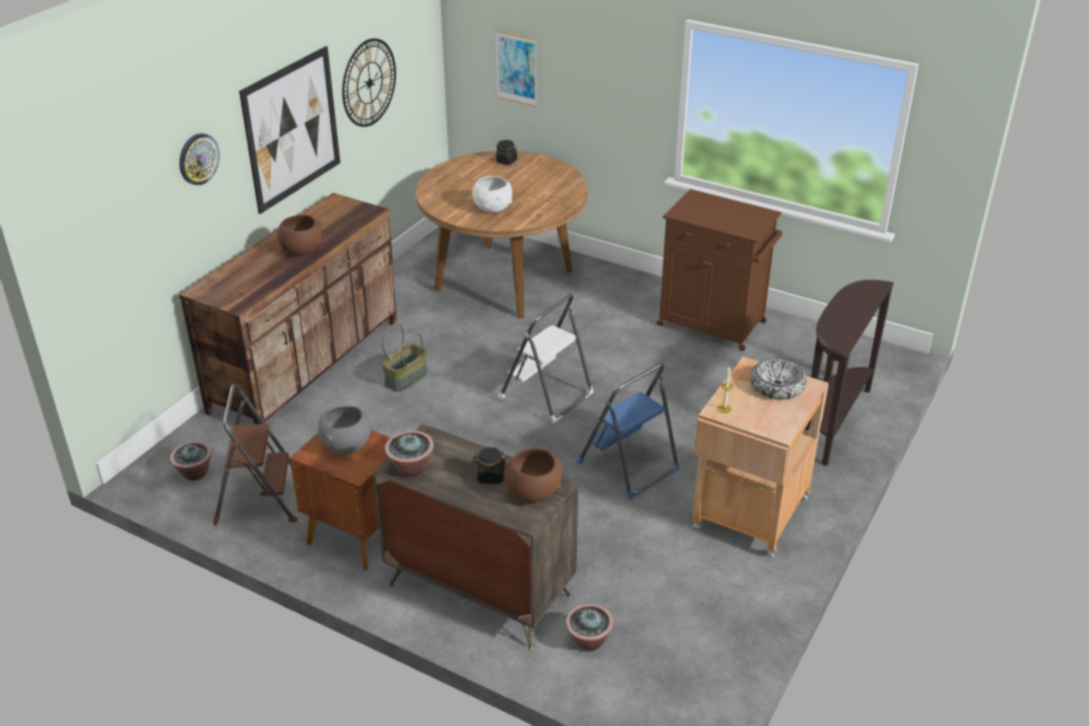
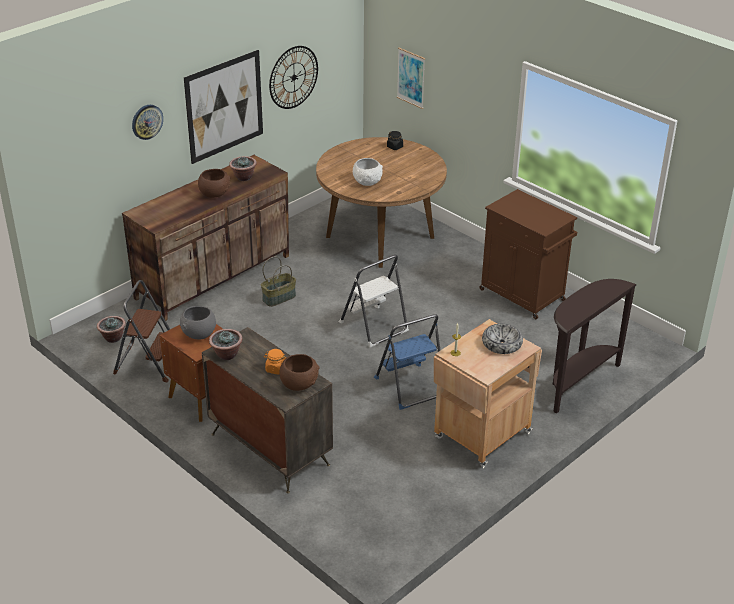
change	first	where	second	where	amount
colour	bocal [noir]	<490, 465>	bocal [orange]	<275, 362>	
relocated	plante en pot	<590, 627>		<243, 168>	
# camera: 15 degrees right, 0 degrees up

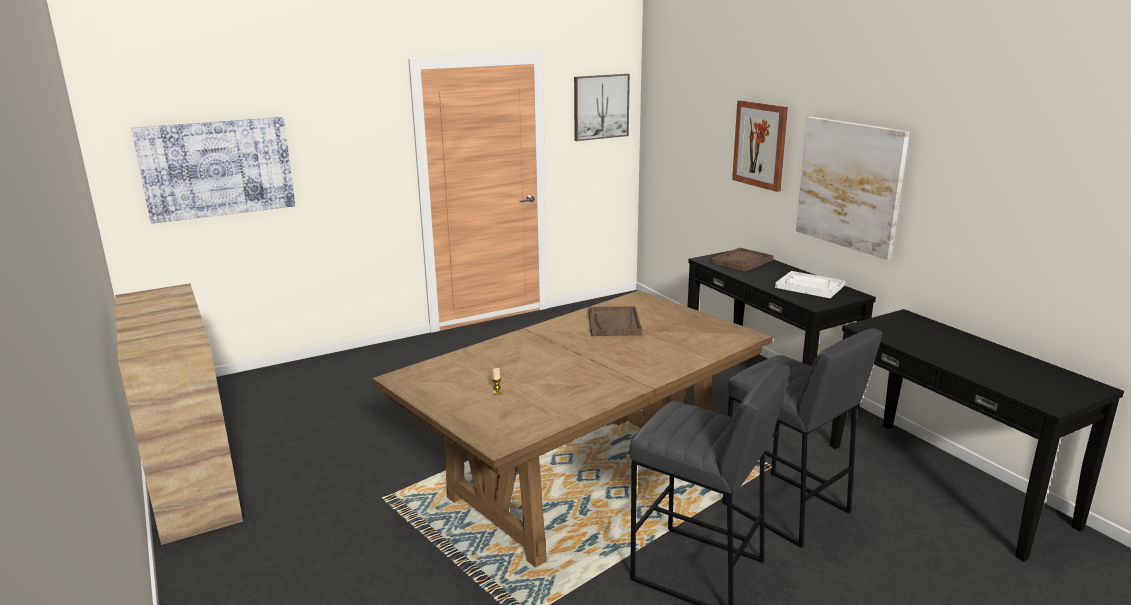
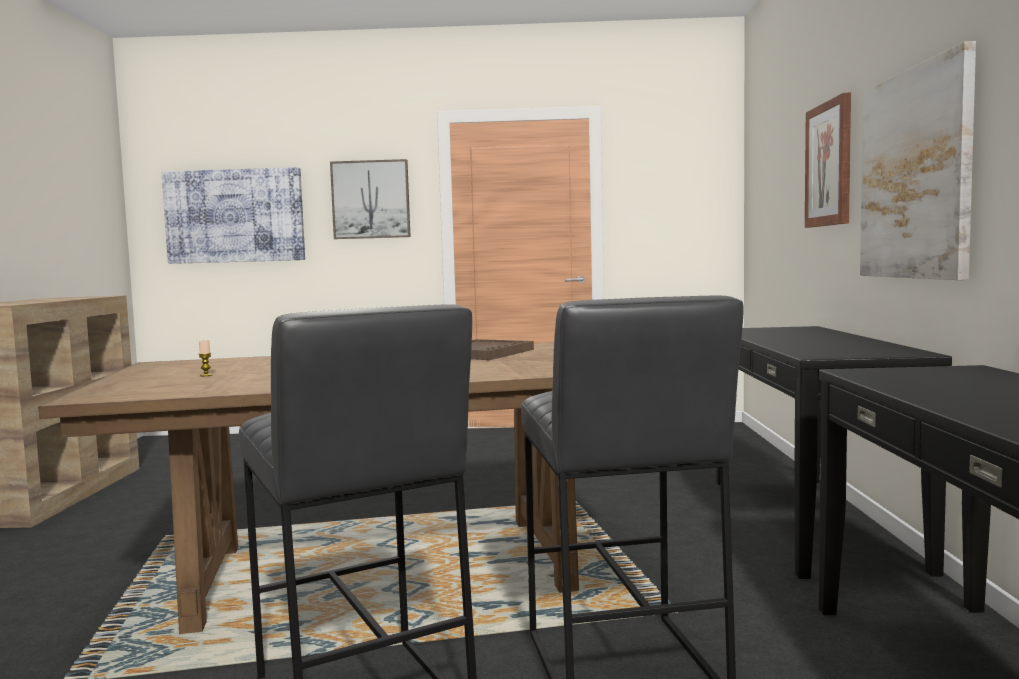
change	first	where	second	where	amount
relocated	tableau	<602, 107>		<370, 199>	
missing	plateau [marron]	<742, 260>			
missing	plateau [blanc]	<810, 284>			
# camera: 30 degrees right, 15 degrees down

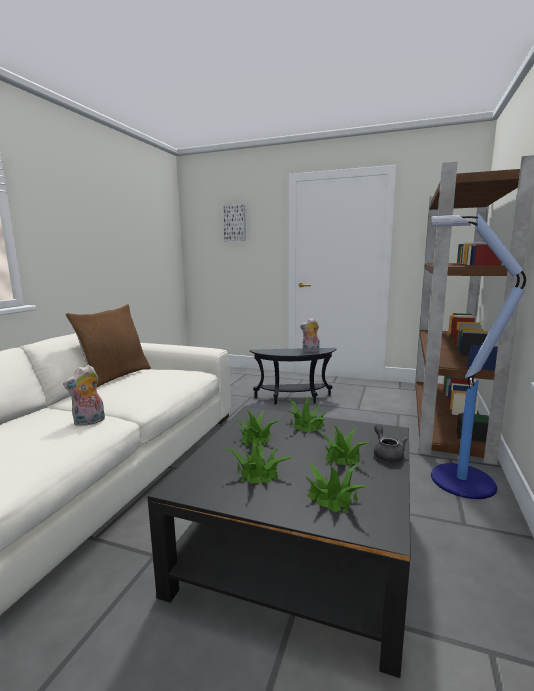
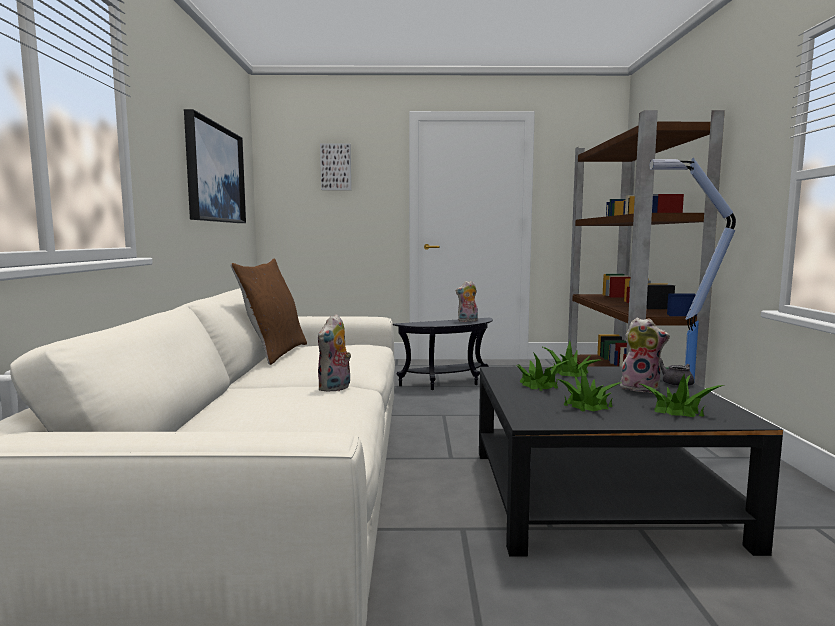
change	first	where	second	where	amount
exchanged	plante en pot	<346, 446>	peluche	<645, 355>	
appeared			tableau	<215, 166>	
# camera: 20 degrees left, 5 degrees down

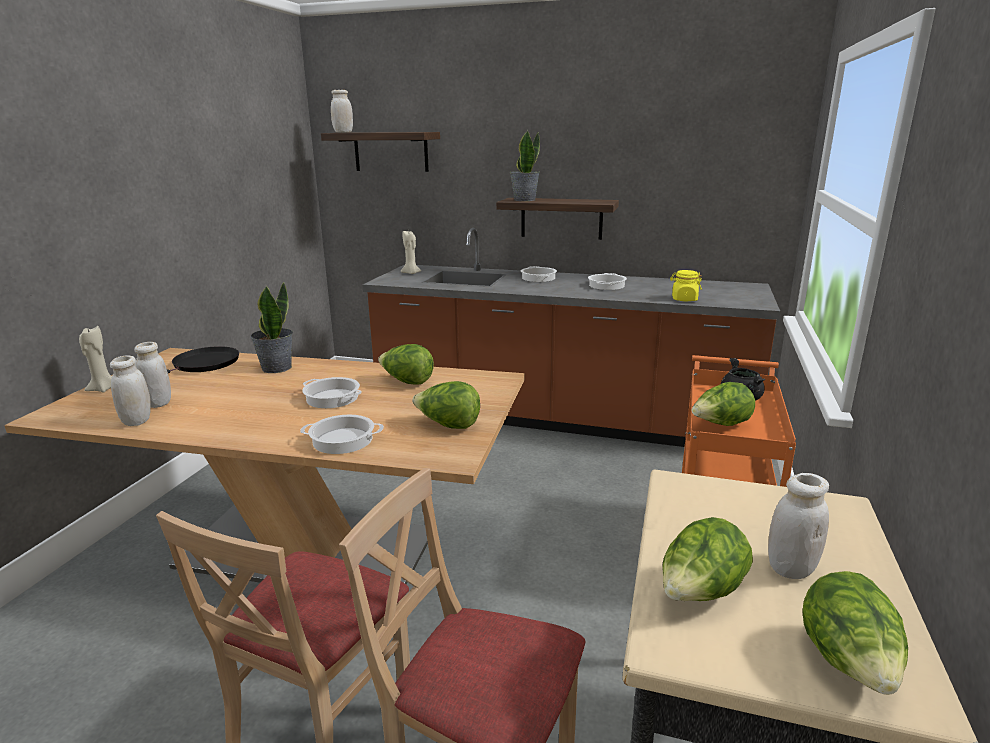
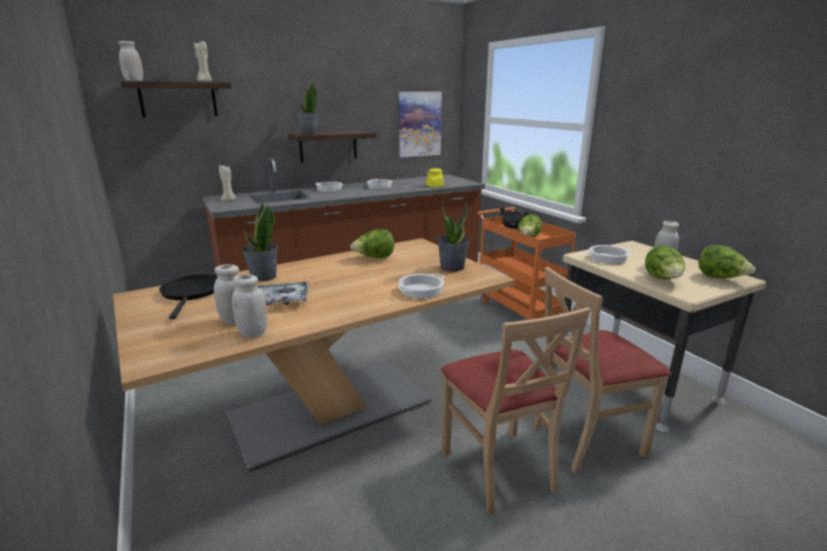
change	first	where	second	where	amount
relocated	bougie [beige]	<95, 359>		<203, 62>	
relocated	marmite	<332, 392>		<609, 254>	
exchanged	laitue	<446, 405>	plante en pot	<453, 235>	
appeared			plateau	<283, 293>	
appeared			tableau	<420, 124>	
# camera: 45 degrees left, 0 degrees up

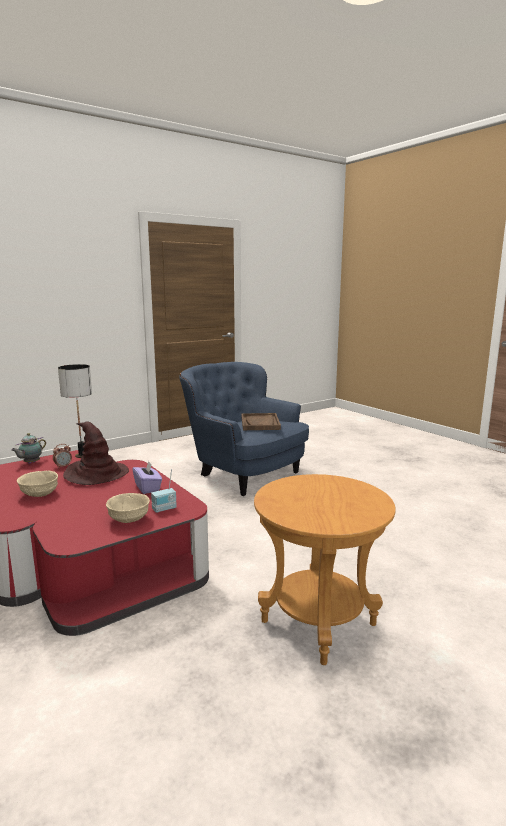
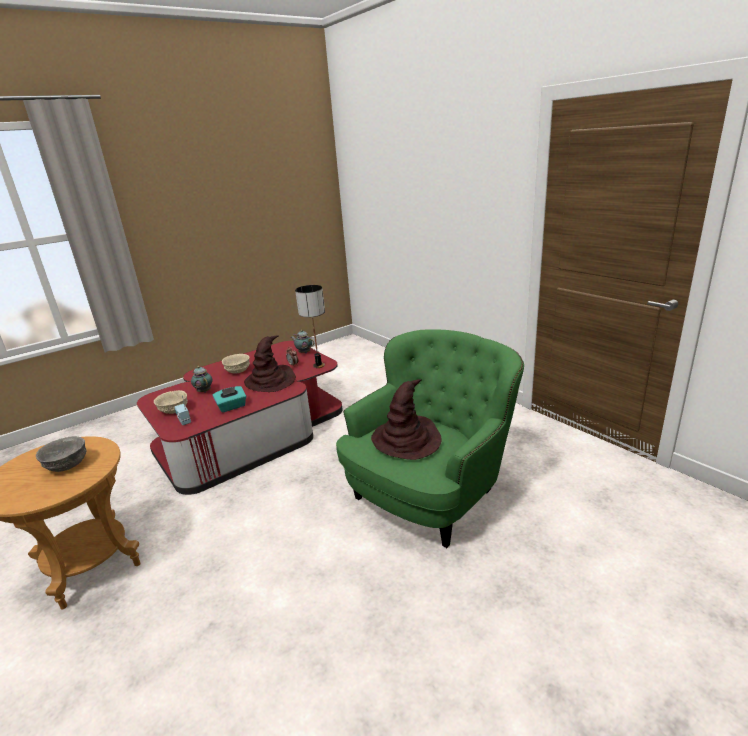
change	first	where	second	where	amount
colour	boîte à mouchoirs [violet]	<147, 477>	boîte à mouchoirs [turquoise]	<229, 399>	
colour	fauteuil [bleu]	<244, 429>	fauteuil [vert]	<430, 439>	
exchanged	plateau [marron]	<261, 421>	chapeau [marron]	<406, 419>	
appeared			bol [gris]	<61, 454>	
appeared			théière	<201, 379>	
# camera: 90 degrees right, 10 degrees up

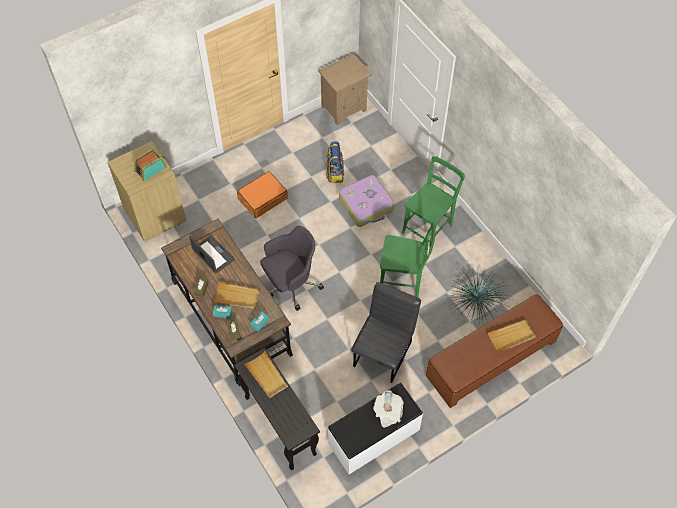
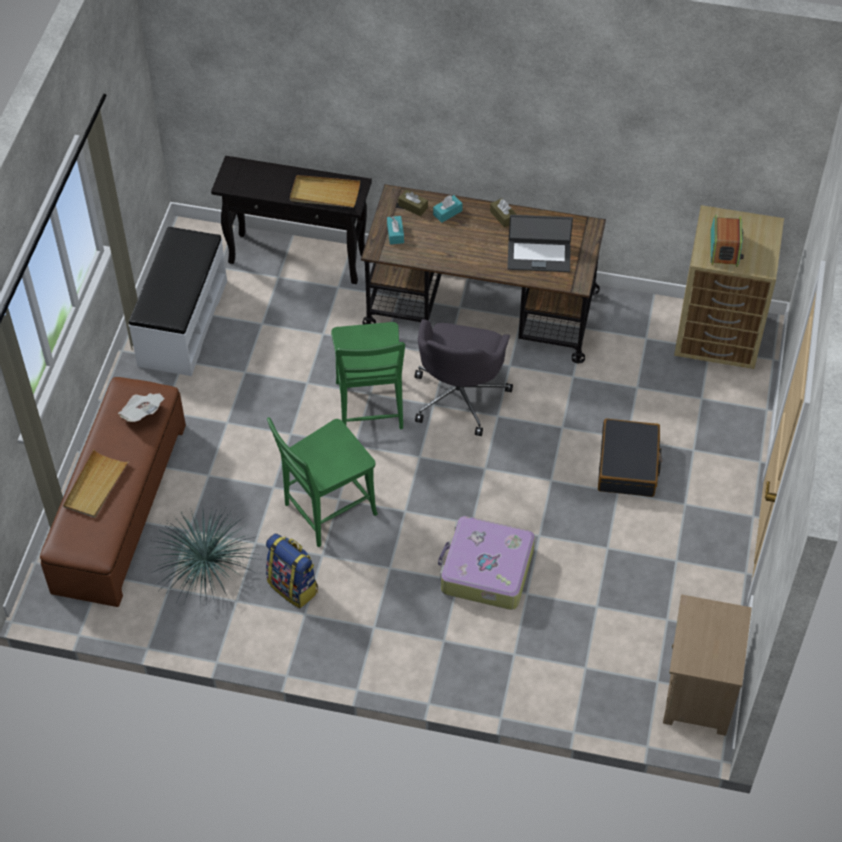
change	first	where	second	where	amount
missing	plateau [beige]	<237, 295>			
colour	valise [orange]	<262, 194>	valise [noir]	<630, 458>	
relocated	sac à dos	<335, 162>		<292, 571>	
missing	chaise [gris]	<386, 332>			
relocated	journal	<388, 409>		<141, 407>	
relocated	chaise [vert]	<433, 203>		<368, 375>	
# camera: 135 degrees right, 5 degrees down

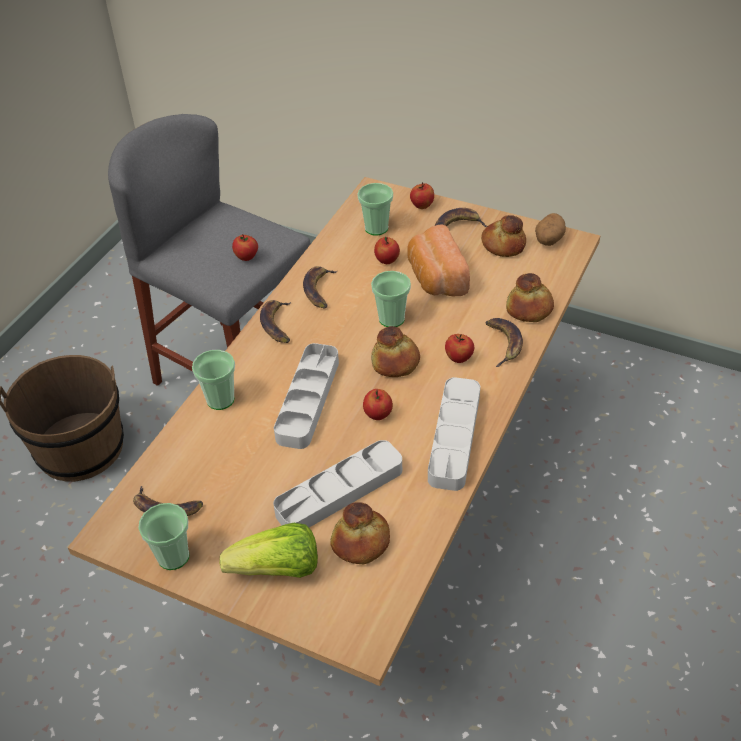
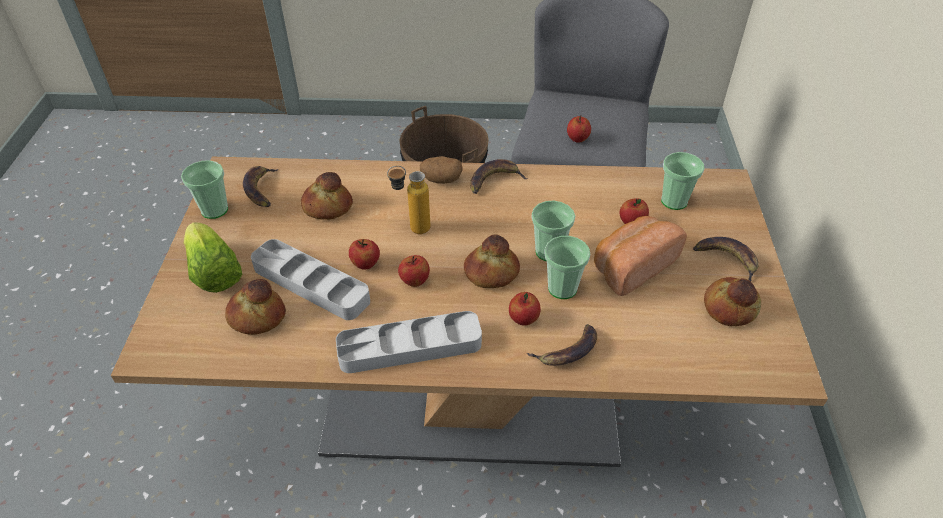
change	first	where	second	where	amount
relocated	tasse	<213, 380>		<567, 267>	
exchanged	plateau [gris]	<306, 396>	bouteille	<409, 199>	
missing	banane	<320, 287>			
relocated	pomme	<422, 195>		<364, 254>	
relocated	pain	<530, 297>		<327, 196>	
relocated	pomme de terre	<550, 229>		<441, 170>	
# camera: 65 degrees right, 0 degrees up

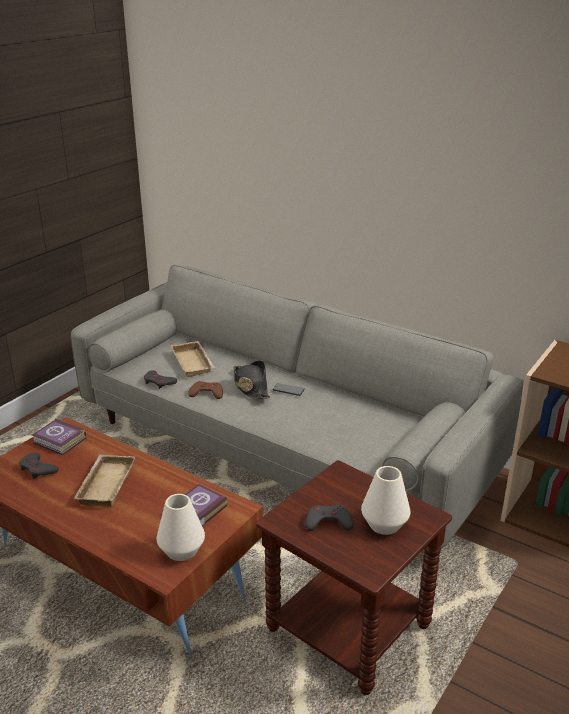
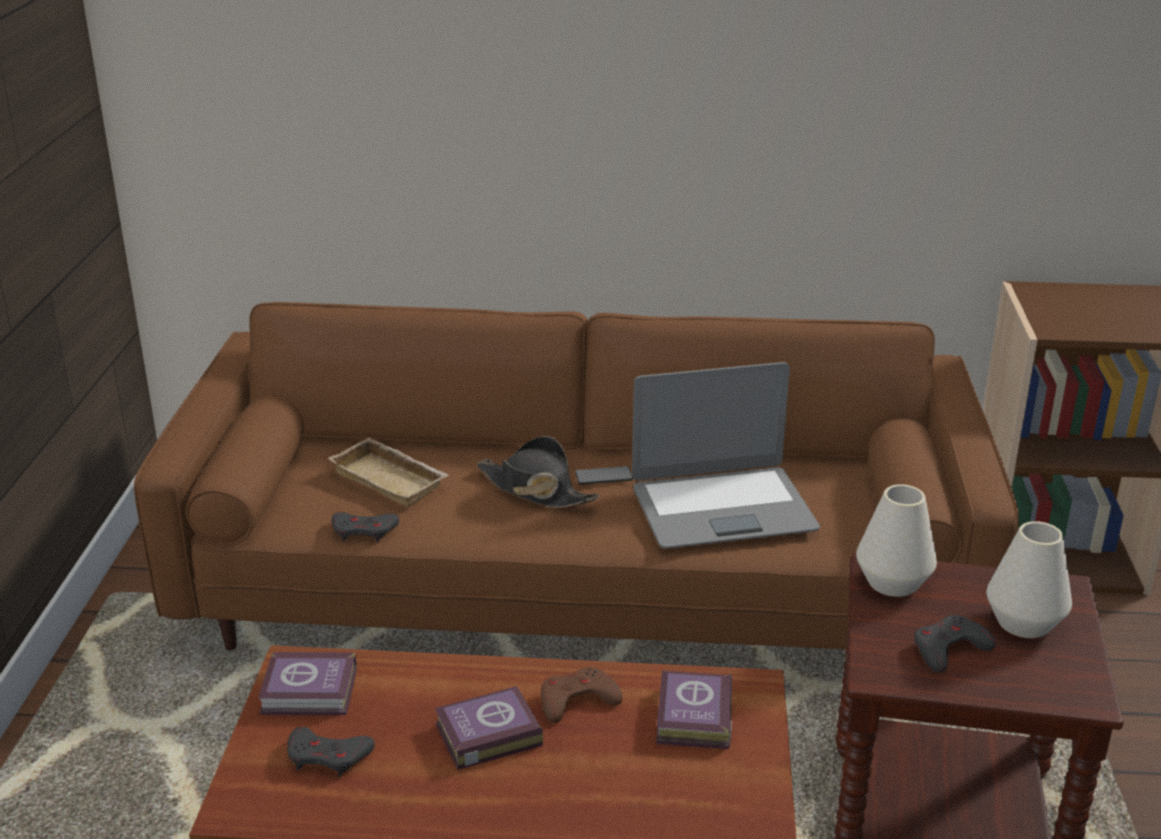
change	first	where	second	where	amount
colour	canapé [gris]	<297, 407>	canapé [marron]	<576, 476>	
exchanged	plateau [beige]	<104, 481>	livre	<489, 728>	
relocated	vase [blanc]	<181, 527>		<896, 540>	
relocated	manette [marron]	<205, 390>		<582, 695>	
appeared			ordinateur portable	<726, 455>	
# camera: 30 degrees left, 0 degrees up

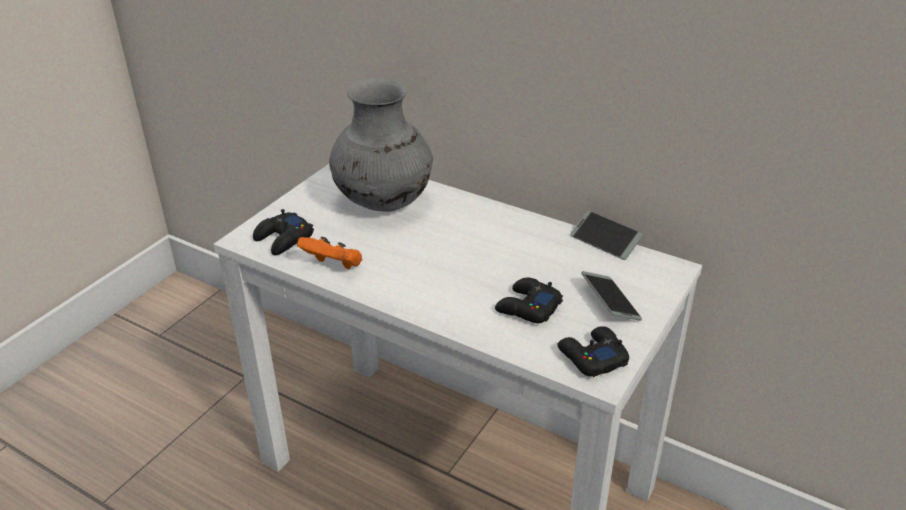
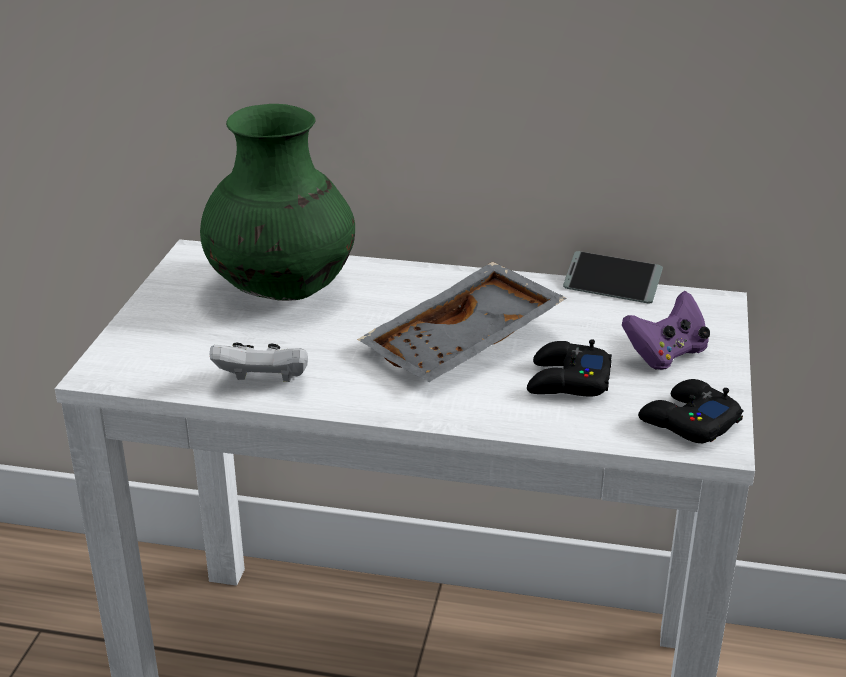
change	first	where	second	where	amount
missing	manette [noir]	<283, 232>			
colour	manette [orange]	<329, 253>	manette [blanc]	<259, 362>	
colour	vase [gris]	<381, 145>	vase [vert]	<277, 202>	
exchanged	téléphone	<611, 296>	manette [violet]	<666, 330>	
appeared			plateau [gris]	<462, 322>	
# camera: 20 degrees left, 5 degrees down

